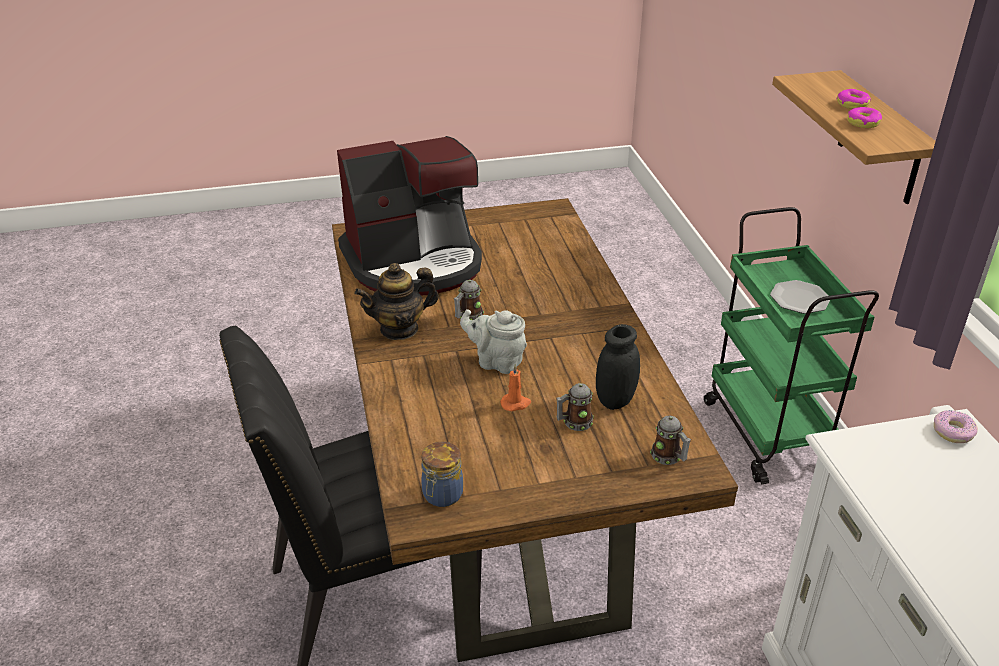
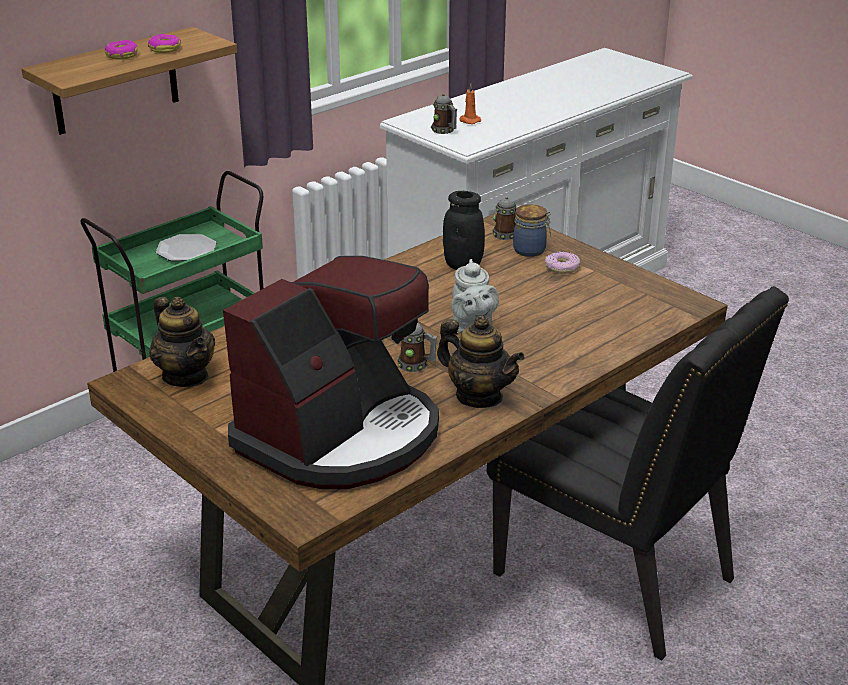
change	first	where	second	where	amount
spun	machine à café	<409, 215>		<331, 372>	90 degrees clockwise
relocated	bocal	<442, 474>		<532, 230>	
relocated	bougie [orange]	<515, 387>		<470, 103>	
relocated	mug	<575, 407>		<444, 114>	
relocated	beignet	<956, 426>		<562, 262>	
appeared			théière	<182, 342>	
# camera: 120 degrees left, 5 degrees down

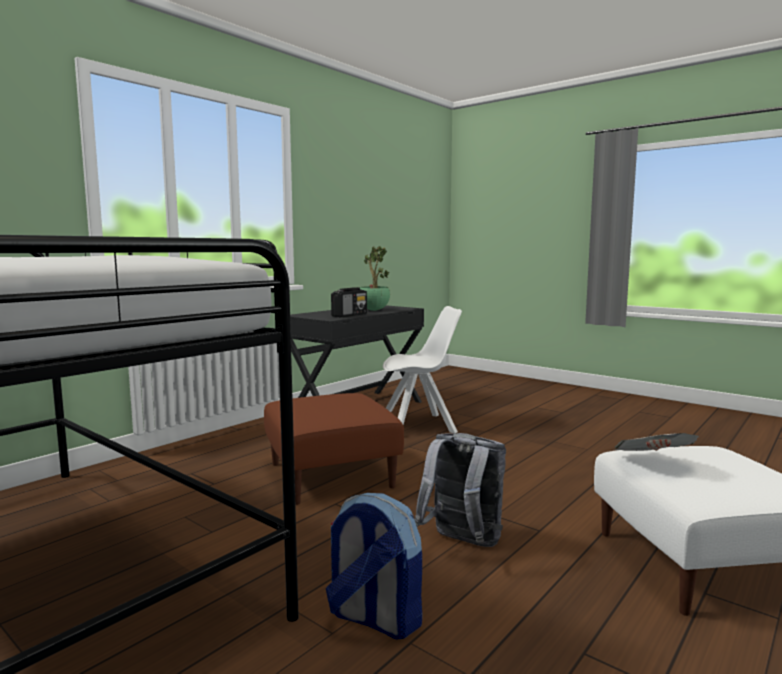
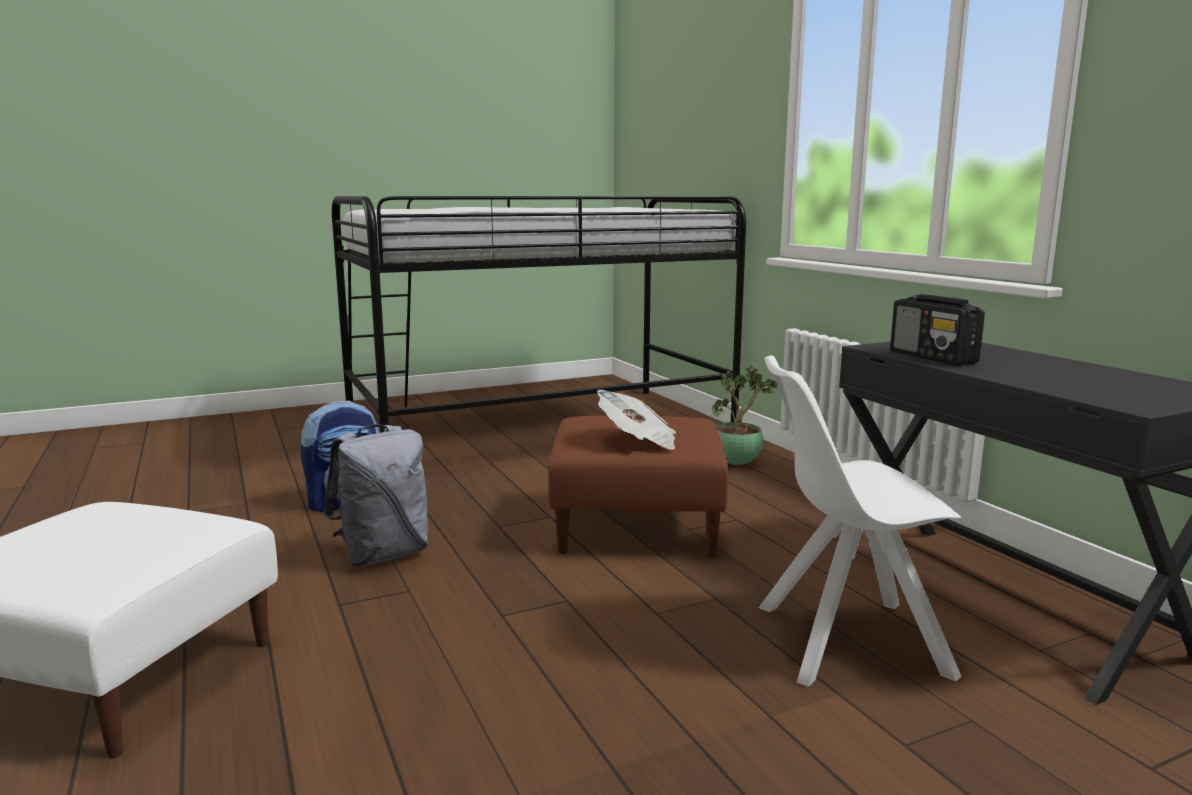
change	first	where	second	where	amount
relocated	plante en pot	<375, 278>		<744, 415>	
spun	chaise [blanc]	<422, 369>		<860, 521>	75 degrees clockwise
relocated	journal	<656, 442>		<636, 420>	
# camera: 115 degrees right, 5 degrees up

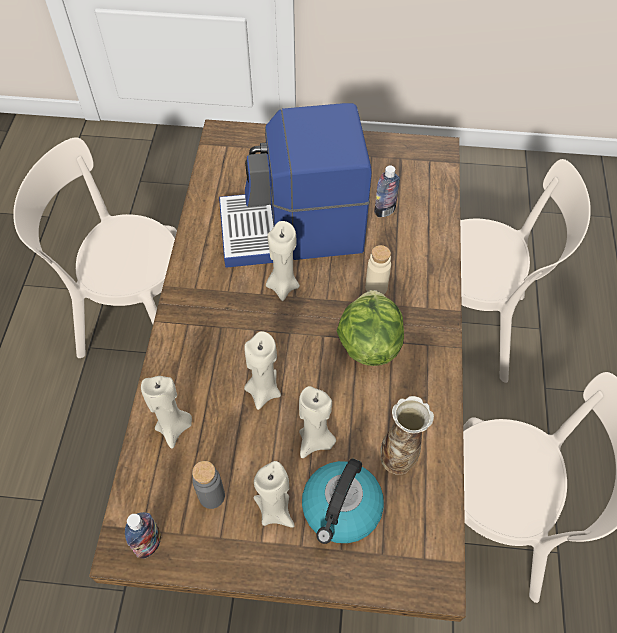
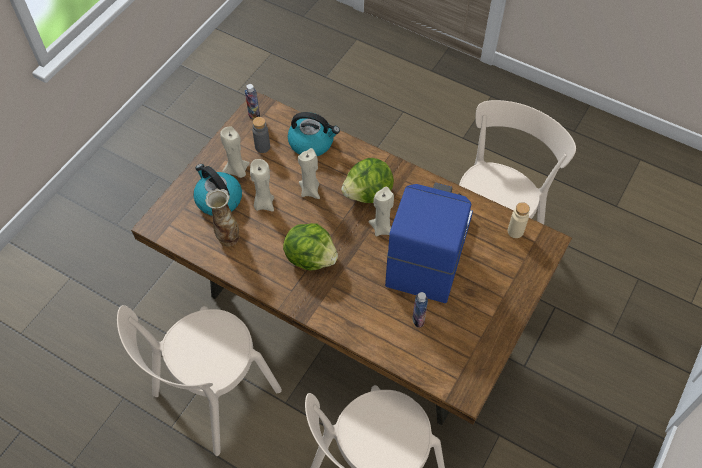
change	first	where	second	where	amount
exchanged	bougie [beige]	<166, 412>	bouilloire	<314, 134>	
relocated	bouteille [beige]	<378, 270>		<519, 220>	
appeared			laitue	<367, 180>	
# camera: 115 degrees right, 0 degrees up

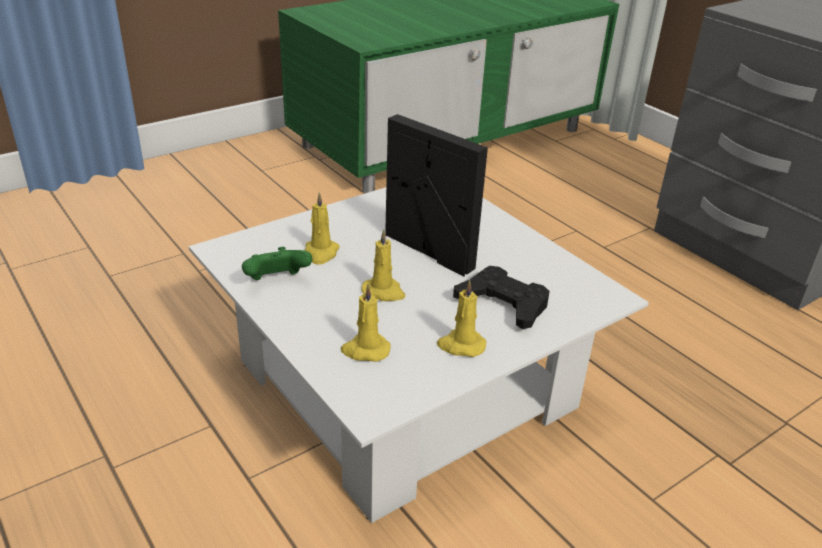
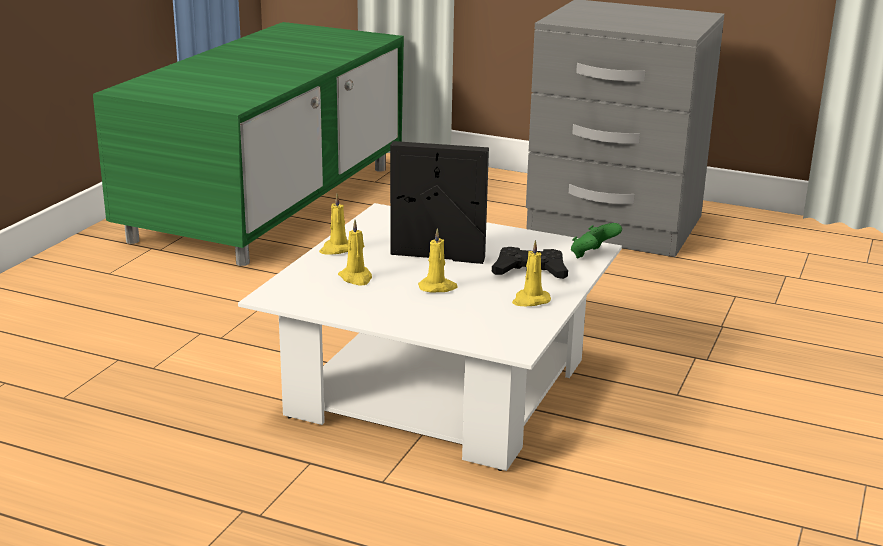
change	first	where	second	where	amount
relocated	manette [vert]	<277, 263>		<596, 240>	
relocated	bougie [jaune]	<365, 323>		<333, 224>	
# camera: 30 degrees left, 10 degrees down

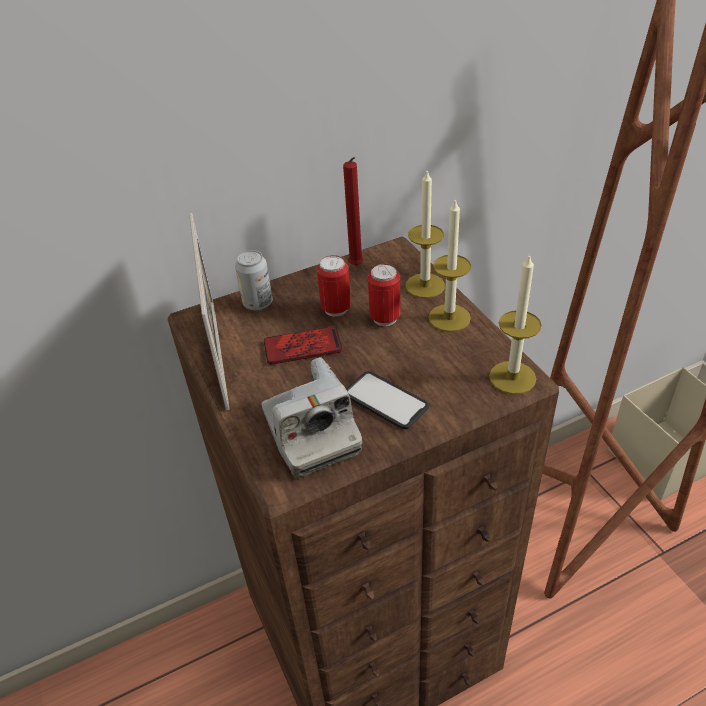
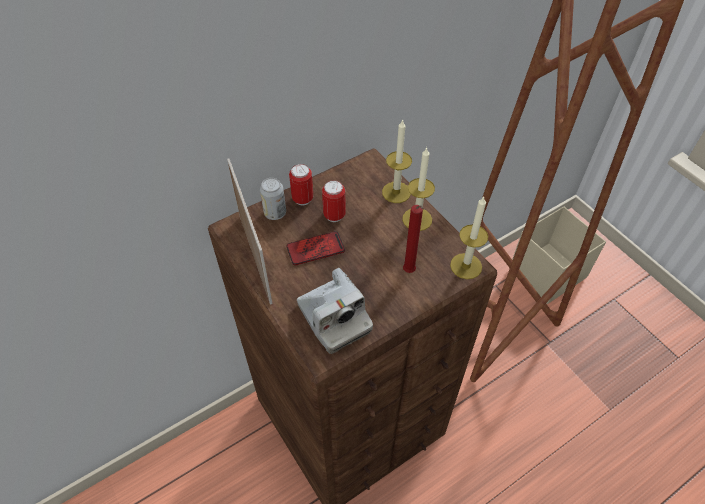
change	first	where	second	where	amount
relocated	bougie [rouge]	<353, 211>		<414, 239>	
missing	téléphone	<387, 400>			
relocated	boîte métallique	<384, 295>		<301, 184>	
# camera: 10 degrees left, 10 degrees up

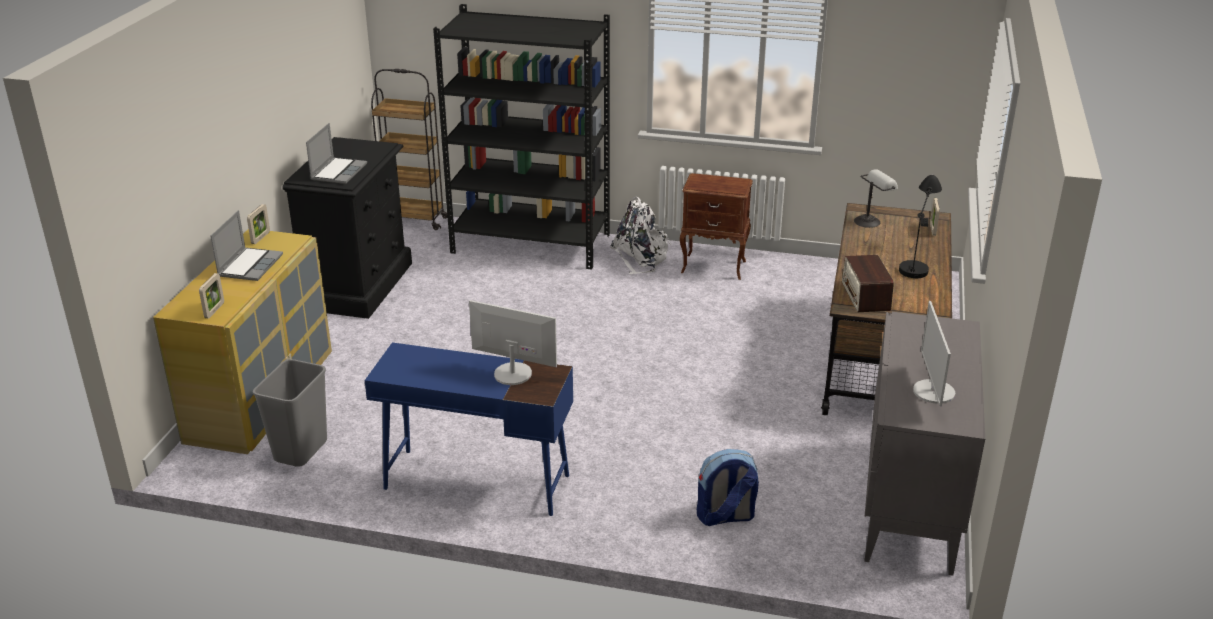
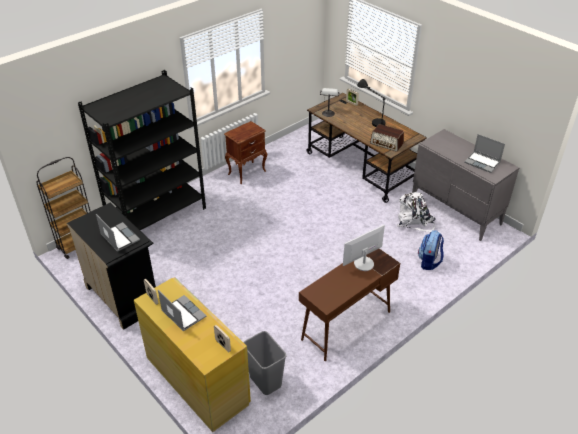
change	first	where	second	where	amount
colour	bureau [bleu]	<469, 429>	bureau [marron]	<349, 304>	
relocated	sac à dos [blanc]	<640, 235>		<416, 212>	
exchanged	écran d'ordinateur	<934, 353>	ordinateur portable	<484, 153>	
# camera: 55 degrees left, 10 degrees up

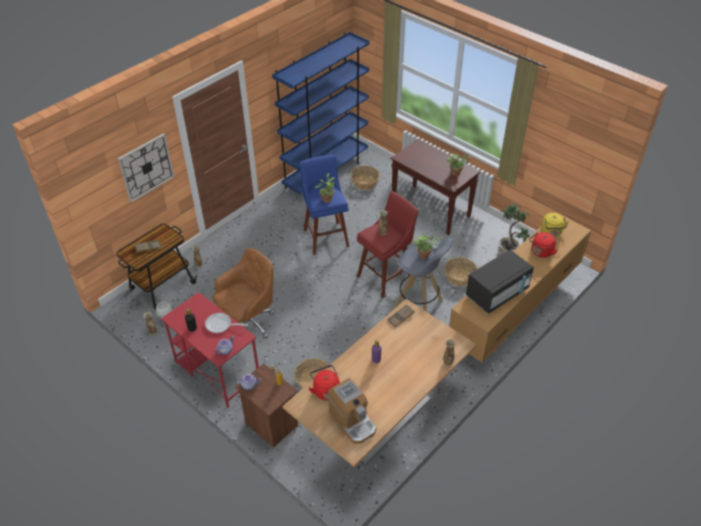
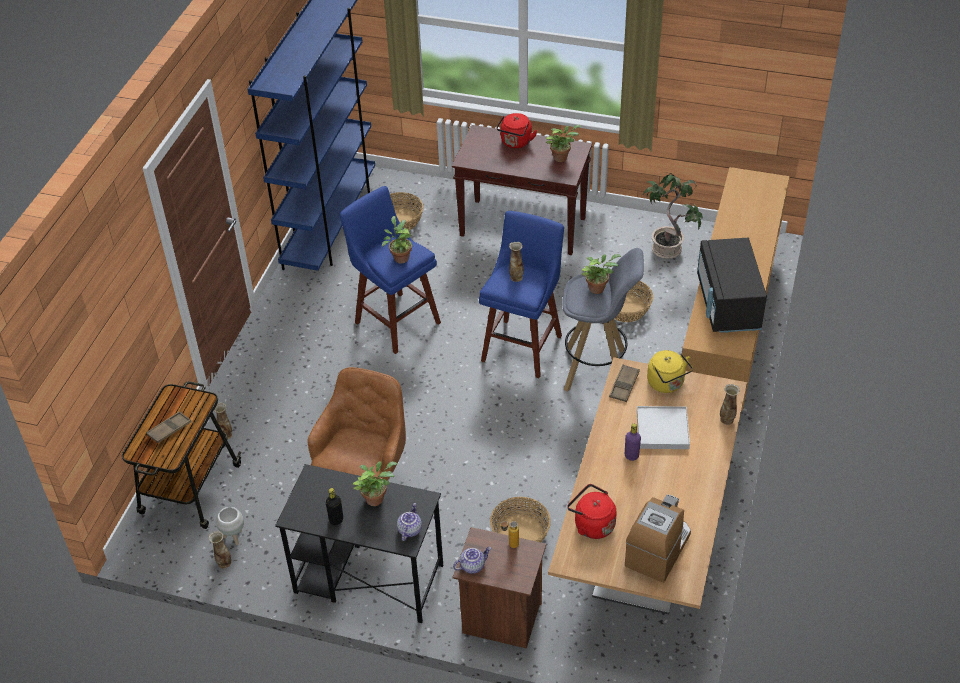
change	first	where	second	where	amount
missing	horloge murale	<146, 168>			
colour	bureau [rouge]	<210, 350>	bureau [noir]	<359, 543>	
exchanged	poêle	<226, 323>	plante en pot	<375, 483>	
spun	machine à café	<352, 411>		<658, 538>	90 degrees counterclockwise
colour	tabouret [rouge]	<387, 244>	tabouret [bleu]	<521, 294>	
spun	micro-ondes [noir]	<500, 282>		<732, 285>	150 degrees clockwise
relocated	bouilloire [rouge]	<543, 245>		<516, 130>	
relocated	bouilloire [jaune]	<555, 225>		<670, 371>	
appeared			plateau [blanc]	<663, 427>	
# camera: 25 degrees left, 0 degrees up

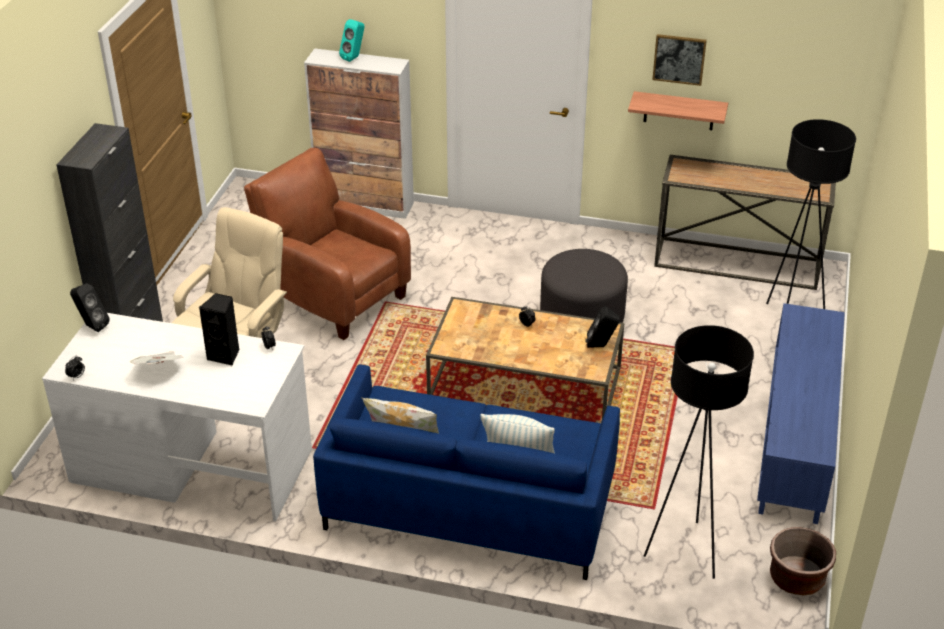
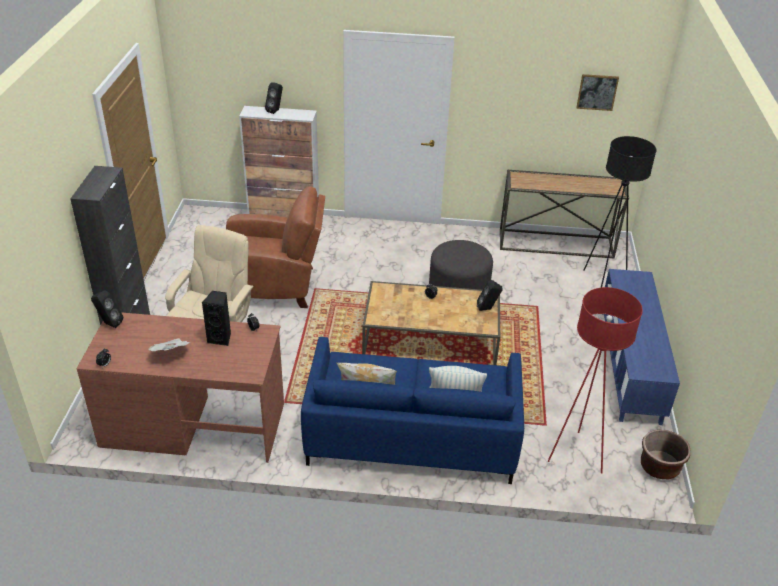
change	first	where	second	where	amount
colour	bureau [blanc]	<177, 417>	bureau [marron]	<180, 387>	
spun	fauteuil [marron]	<327, 244>		<275, 247>	150 degrees clockwise
colour	enceinte [turquoise]	<352, 40>	enceinte [noir]	<274, 98>	
missing	étagère	<678, 110>			
colour	lampadaire [noir]	<699, 452>	lampadaire [rouge]	<595, 380>	
relocated	tableau	<679, 60>		<597, 92>	
# camera: 10 degrees left, 0 degrees up

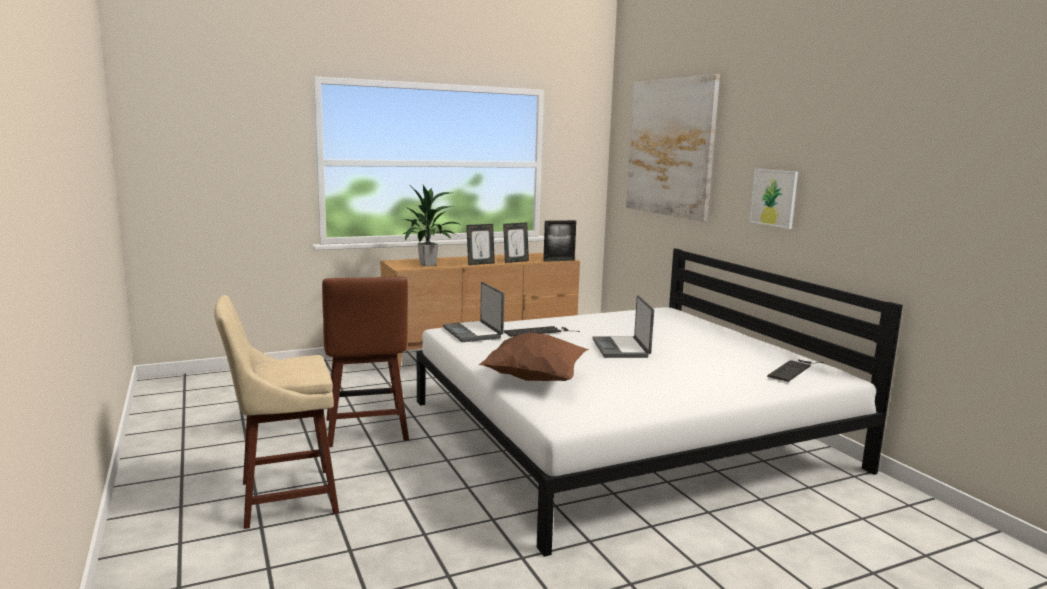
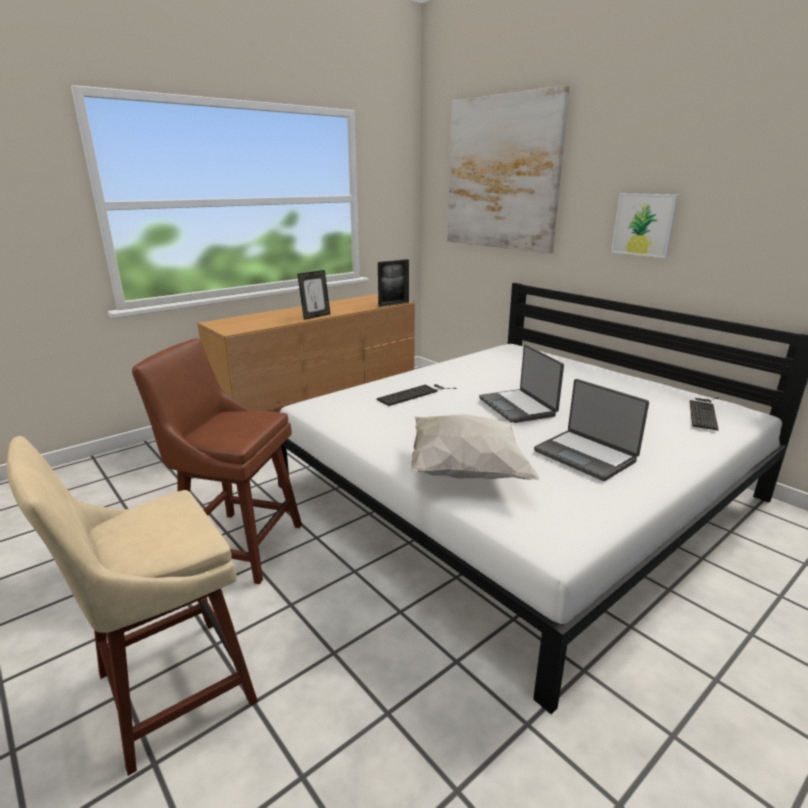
change	first	where	second	where	amount
spun	chaise [marron]	<365, 361>		<217, 461>	135 degrees clockwise
missing	plante en pot	<432, 225>			
relocated	ordinateur portable	<473, 312>		<591, 430>	
colour	coussin [marron]	<534, 356>	coussin [blanc]	<474, 447>	
missing	cadre photo	<516, 243>			
# camera: 15 degrees left, 10 degrees up

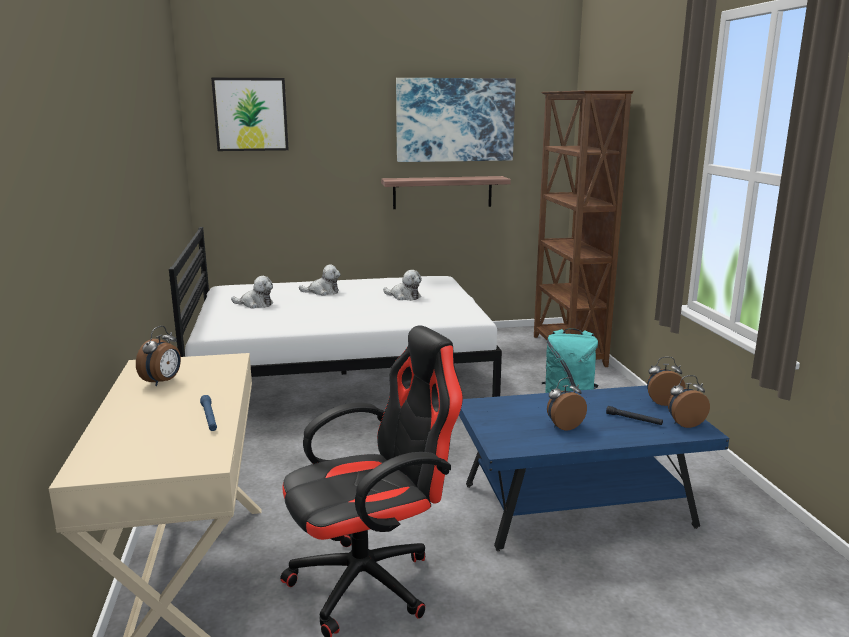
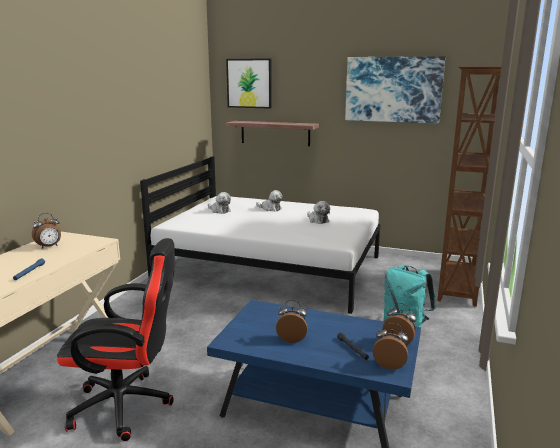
change	first	where	second	where	amount
relocated	étagère	<446, 192>		<272, 133>	
# camera: 30 degrees right, 0 degrees up

